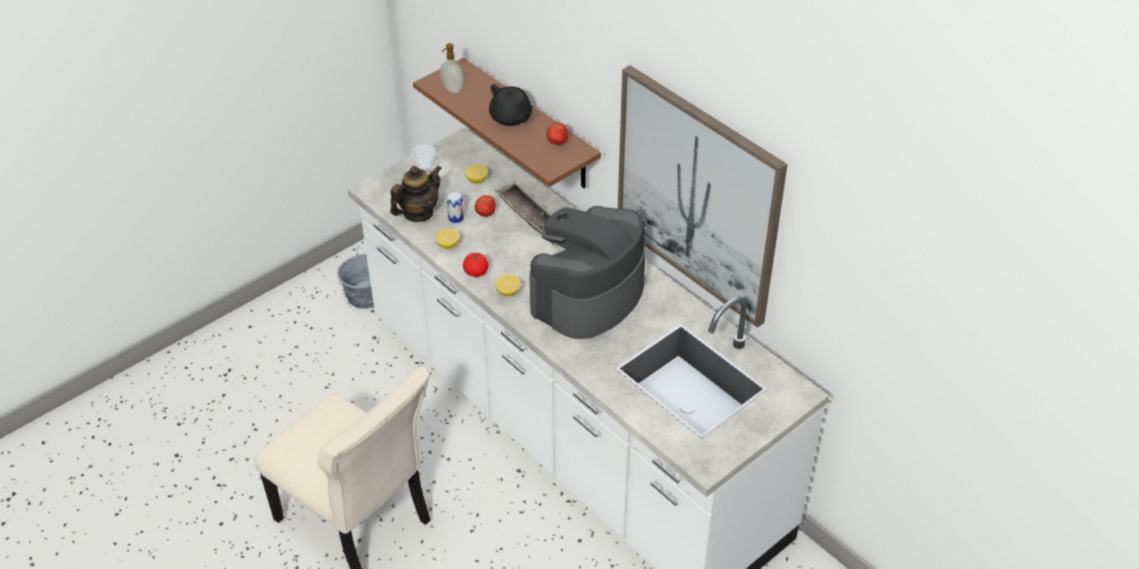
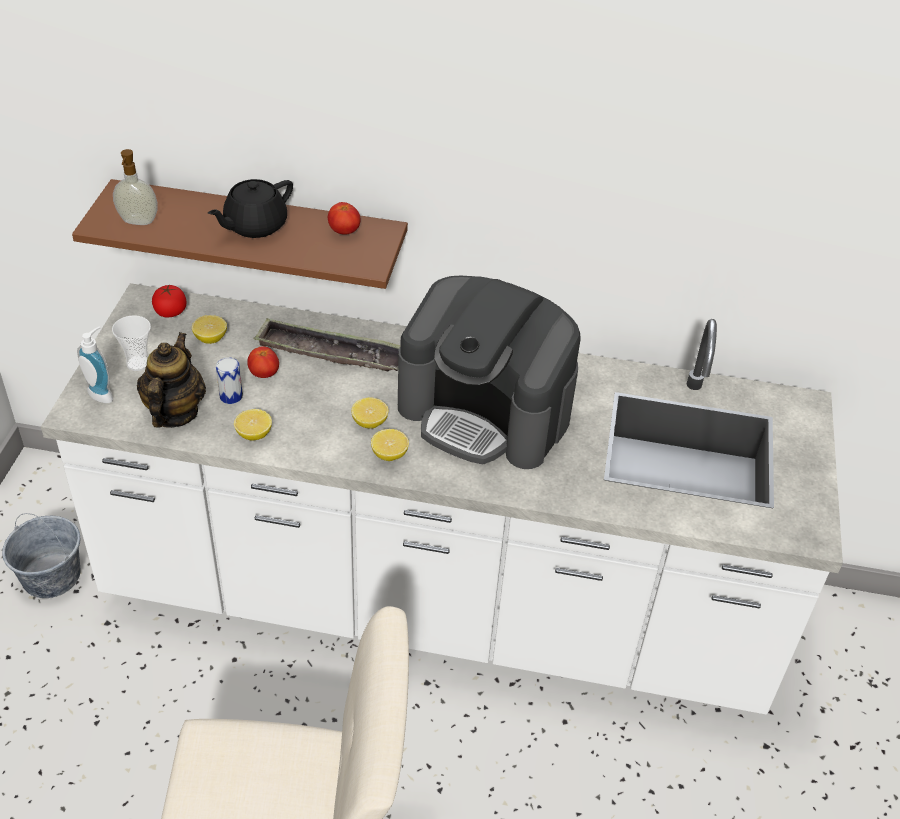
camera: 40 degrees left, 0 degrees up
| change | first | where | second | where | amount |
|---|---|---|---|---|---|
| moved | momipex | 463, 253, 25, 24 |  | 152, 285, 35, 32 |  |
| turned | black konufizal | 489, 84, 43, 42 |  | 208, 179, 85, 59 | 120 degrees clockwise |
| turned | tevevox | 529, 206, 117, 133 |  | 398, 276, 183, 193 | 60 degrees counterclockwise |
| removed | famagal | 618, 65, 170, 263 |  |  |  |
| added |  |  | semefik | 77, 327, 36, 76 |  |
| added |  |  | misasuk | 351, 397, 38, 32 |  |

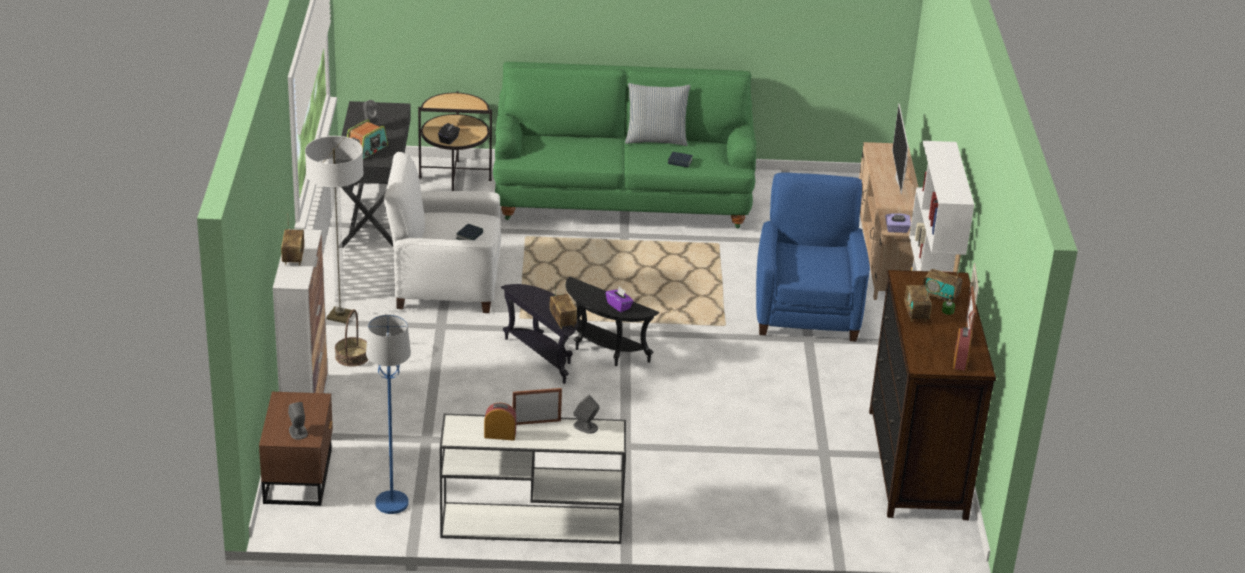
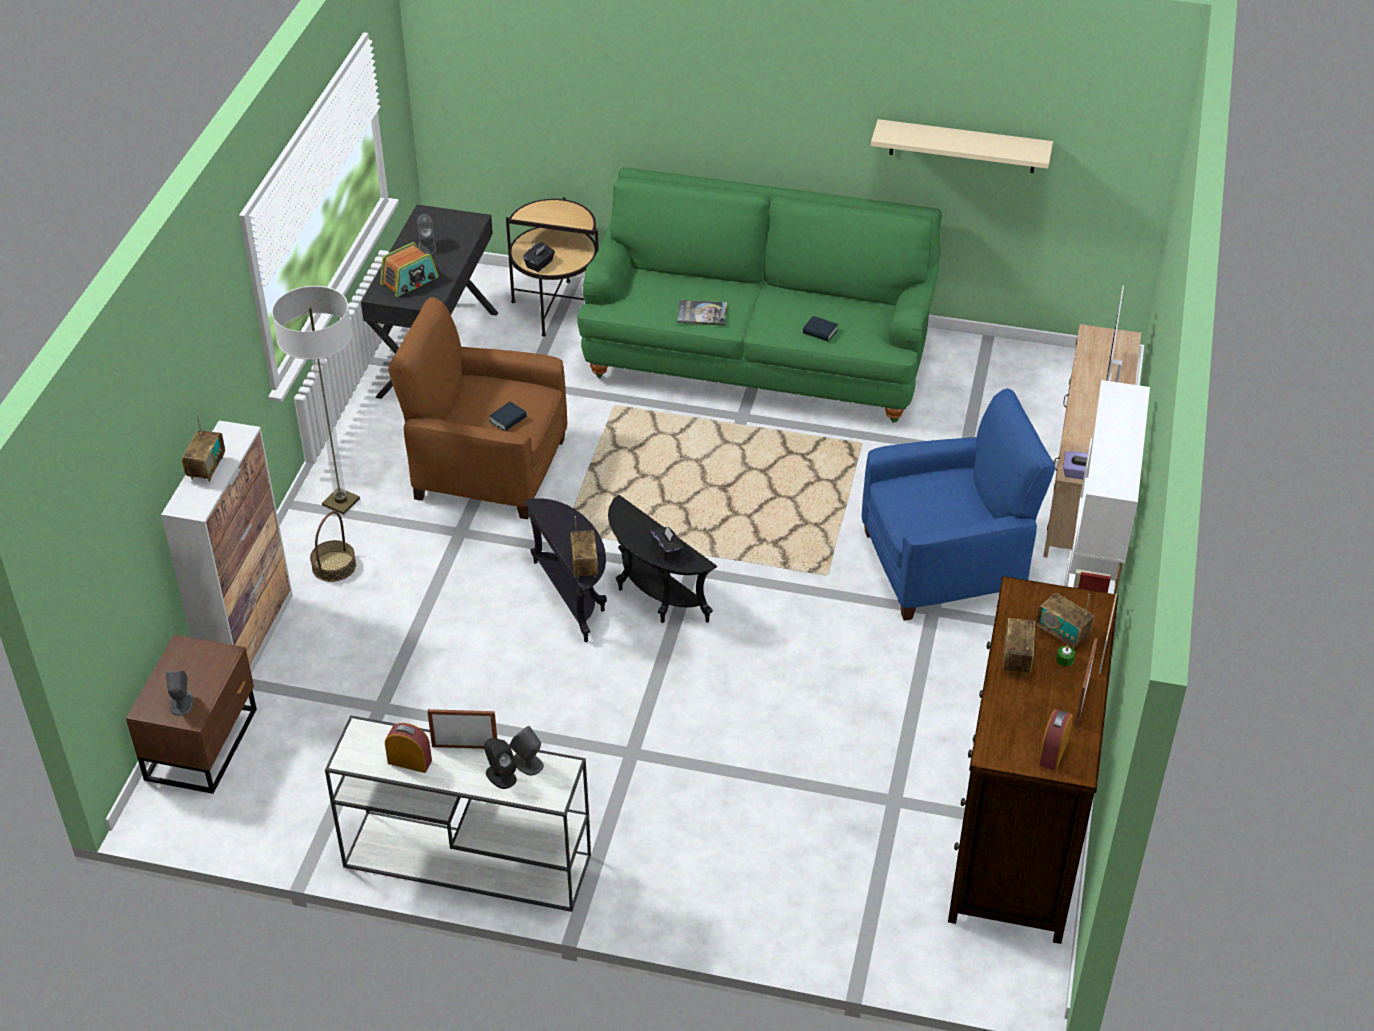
camera: 15 degrees right, 10 degrees up
| change | first | where | second | where | amount |
|---|---|---|---|---|---|
| removed | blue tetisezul | 366, 315, 45, 199 |  |  |  |
| recoloured | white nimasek | 384, 152, 117, 161 | brown nimasek | 388, 297, 179, 222 |  |
| recoloured | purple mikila | 606, 287, 27, 25 | black mikila | 650, 525, 34, 36 |  |
| removed | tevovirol | 625, 83, 66, 63 |  |  |  |
| turned | blue nimasek | 756, 173, 114, 169 |  | 862, 389, 193, 232 | 60 degrees clockwise |
| added |  |  | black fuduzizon | 484, 738, 33, 51 |  |
| added |  |  | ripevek | 677, 300, 50, 26 |  |
| added |  |  | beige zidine | 871, 119, 182, 54 |  |

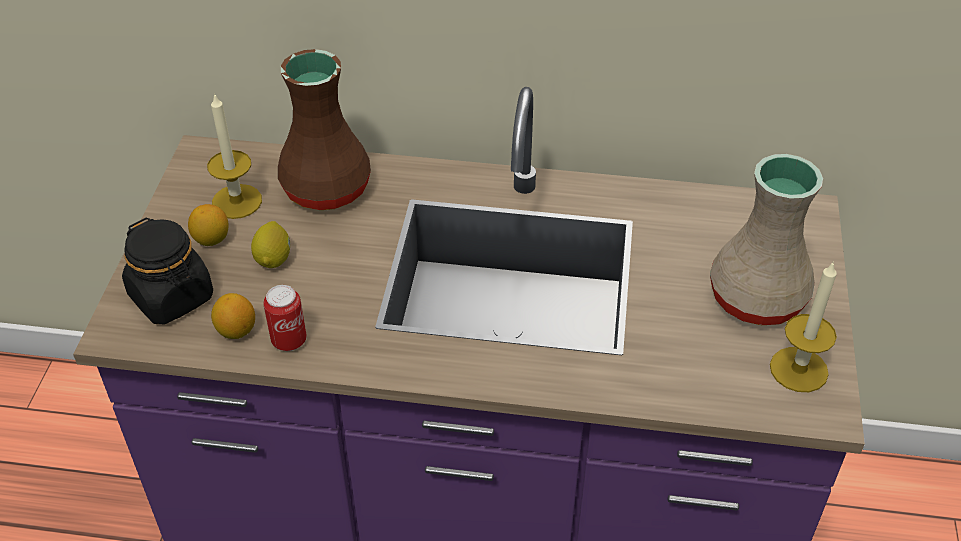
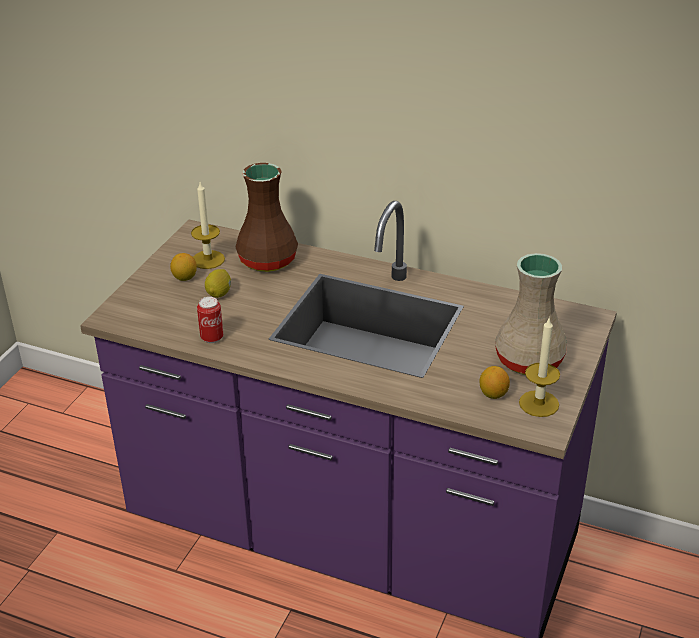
camera: 15 degrees right, 10 degrees down
| change | first | where | second | where | amount |
|---|---|---|---|---|---|
| removed | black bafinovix | 122, 218, 91, 106 |  |  |  |
| moved | misasuk | 211, 293, 44, 46 |  | 479, 366, 31, 33 |  |

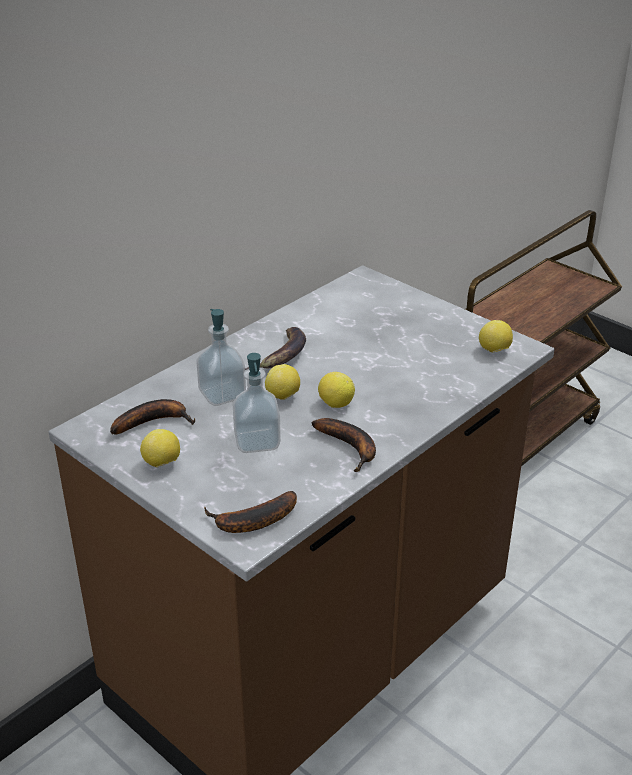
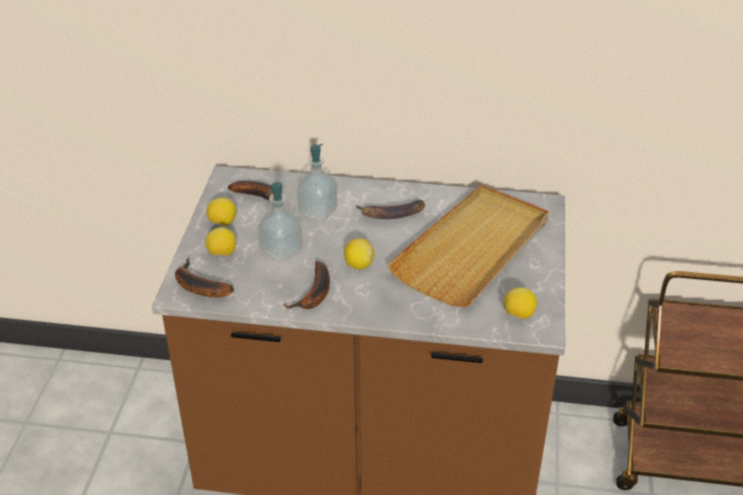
camera: 55 degrees right, 5 degrees up
| change | first | where | second | where | amount |
|---|---|---|---|---|---|
| moved | misasuk | 265, 364, 35, 36 |  | 205, 227, 31, 29 |  |
| added |  |  | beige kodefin | 387, 184, 162, 123 |  |

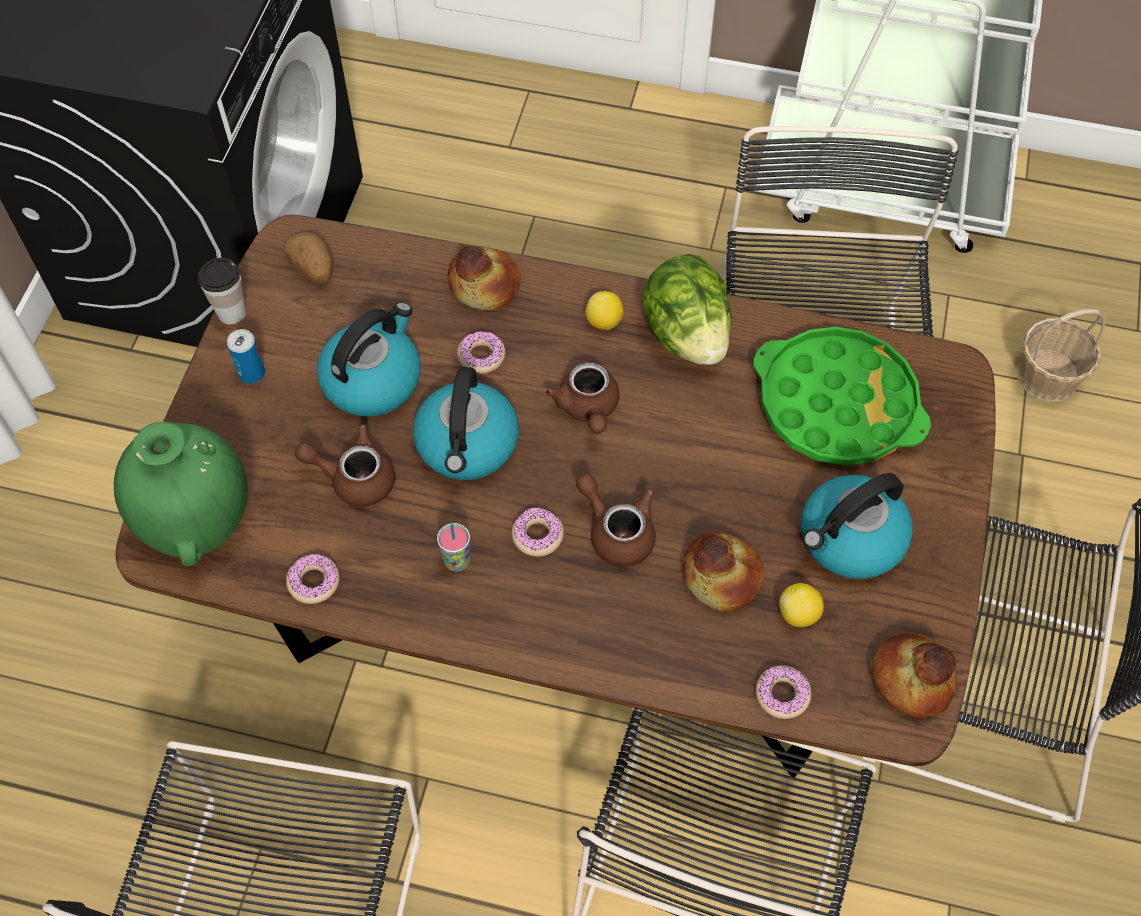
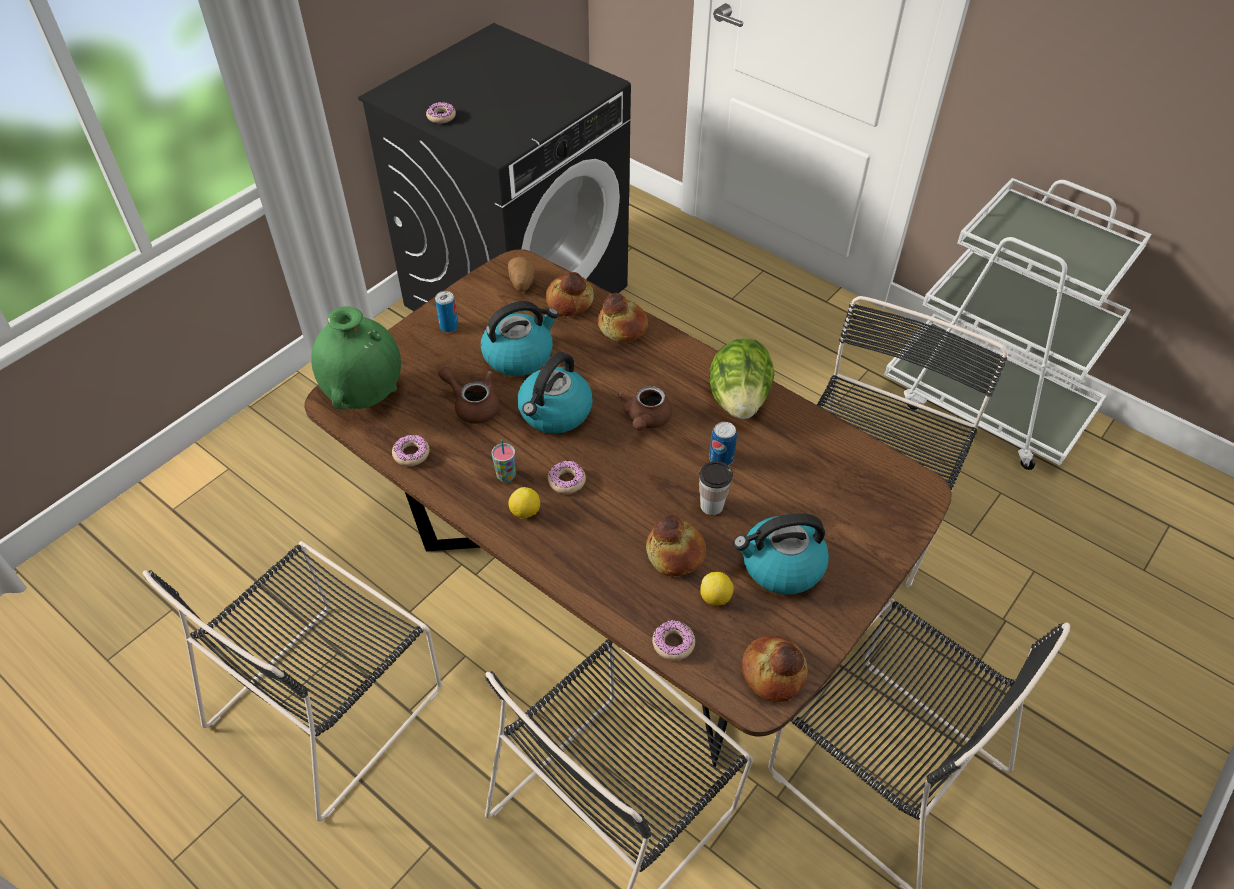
camera: 25 degrees right, 10 degrees down
| change | first | where | second | where | amount |
|---|---|---|---|---|---|
| moved | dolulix | 198, 258, 48, 67 |  | 699, 461, 34, 54 |  |
| moved | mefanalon | 457, 331, 48, 43 |  | 426, 102, 30, 21 |  |
| removed | brown konufizal | 576, 473, 80, 93 |  |  |  |
| moved | misasuk | 585, 291, 39, 39 |  | 508, 487, 32, 32 |  |
| removed | green kodefin | 753, 327, 178, 139 |  |  |  |
| removed | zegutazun | 1017, 309, 89, 93 |  |  |  |
| added |  |  | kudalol | 545, 272, 49, 44 |  |
| added |  |  | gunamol | 709, 422, 28, 44 |  |

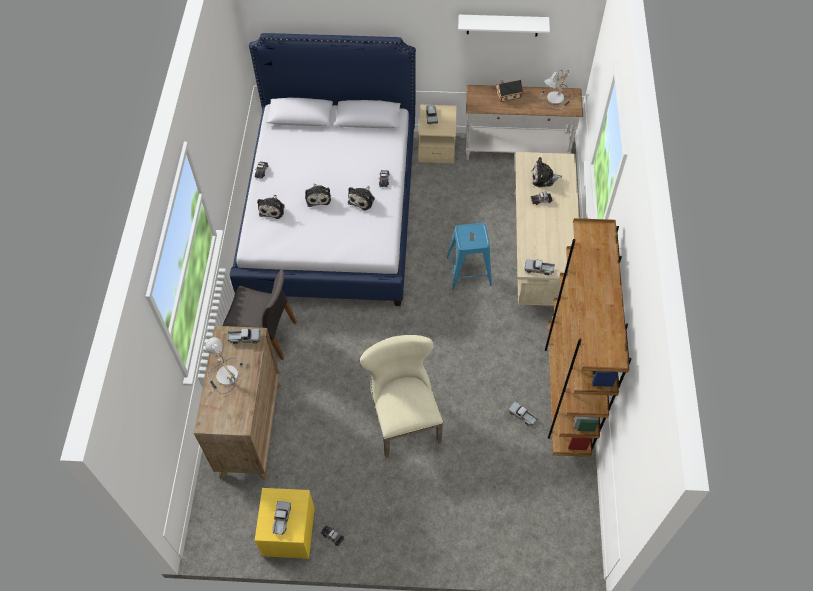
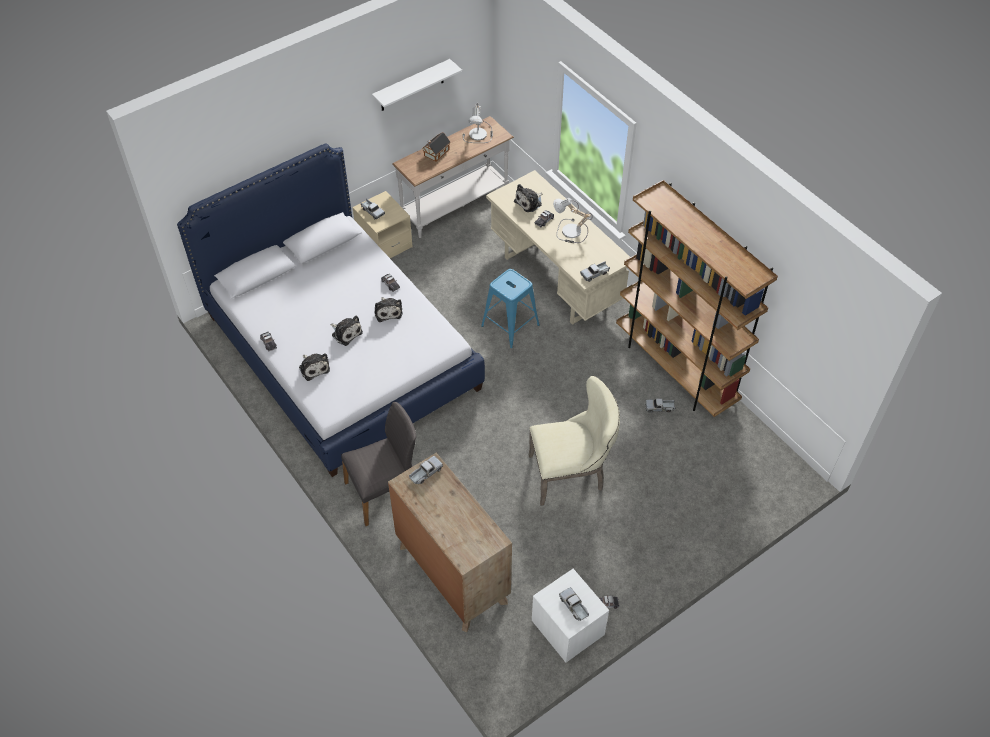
camera: 40 degrees left, 5 degrees down
| change | first | where | second | where | amount |
|---|---|---|---|---|---|
| moved | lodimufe | 205, 337, 38, 57 |  | 553, 198, 40, 45 |  |
| recoloured | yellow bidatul | 255, 488, 60, 71 | white bidatul | 532, 569, 77, 93 |  |
| turned | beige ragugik | 360, 335, 83, 123 |  | 529, 376, 91, 130 | 135 degrees clockwise |

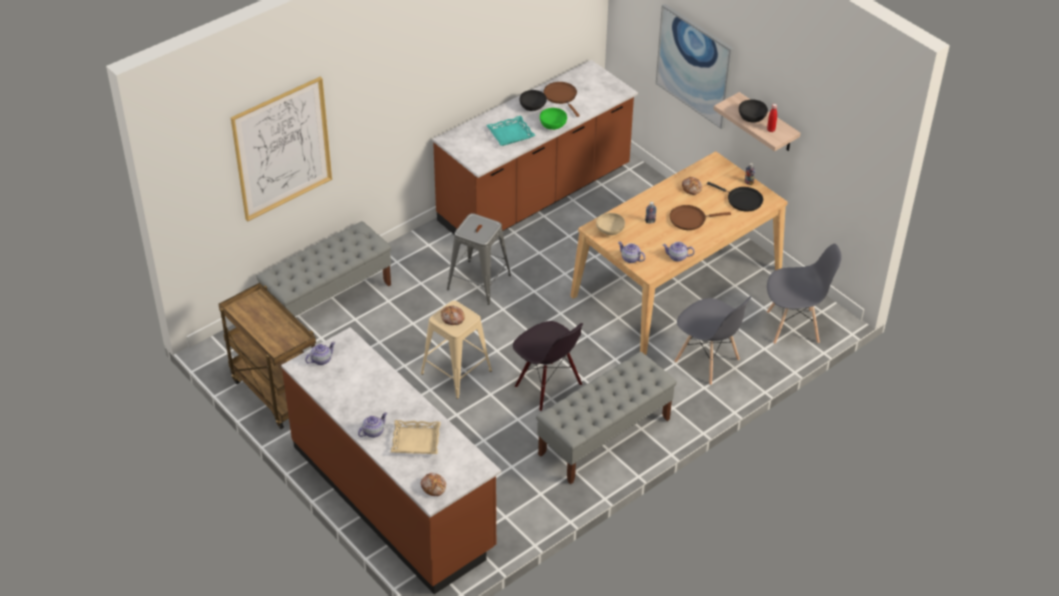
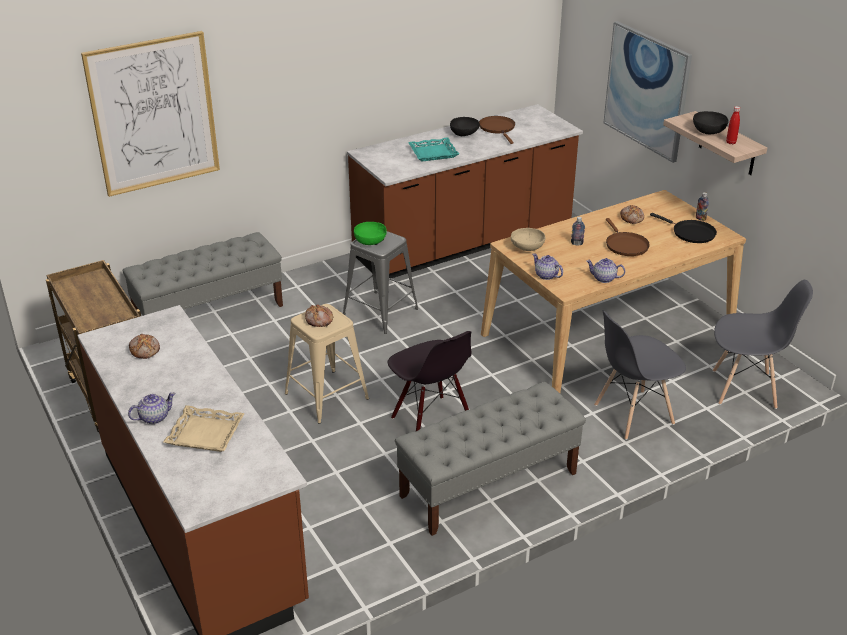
camera: 10 degrees right, 10 degrees down
| change | first | where | second | where | amount |
|---|---|---|---|---|---|
| removed | konufizal | 305, 342, 31, 23 |  |  |  |
| moved | kudalol | 421, 473, 25, 23 |  | 129, 334, 31, 25 |  |
| moved | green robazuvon | 540, 108, 27, 22 |  | 354, 222, 33, 23 |  |
| turned | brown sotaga | 670, 205, 61, 25 |  | 606, 218, 44, 38 | 105 degrees counterclockwise |
| turned | grey ragugik | 674, 296, 78, 89 |  | 594, 310, 92, 130 | 105 degrees clockwise |

